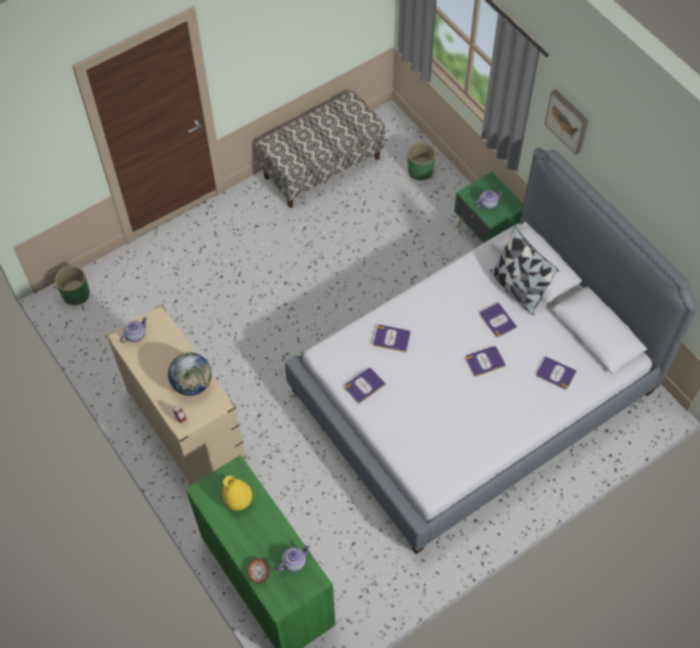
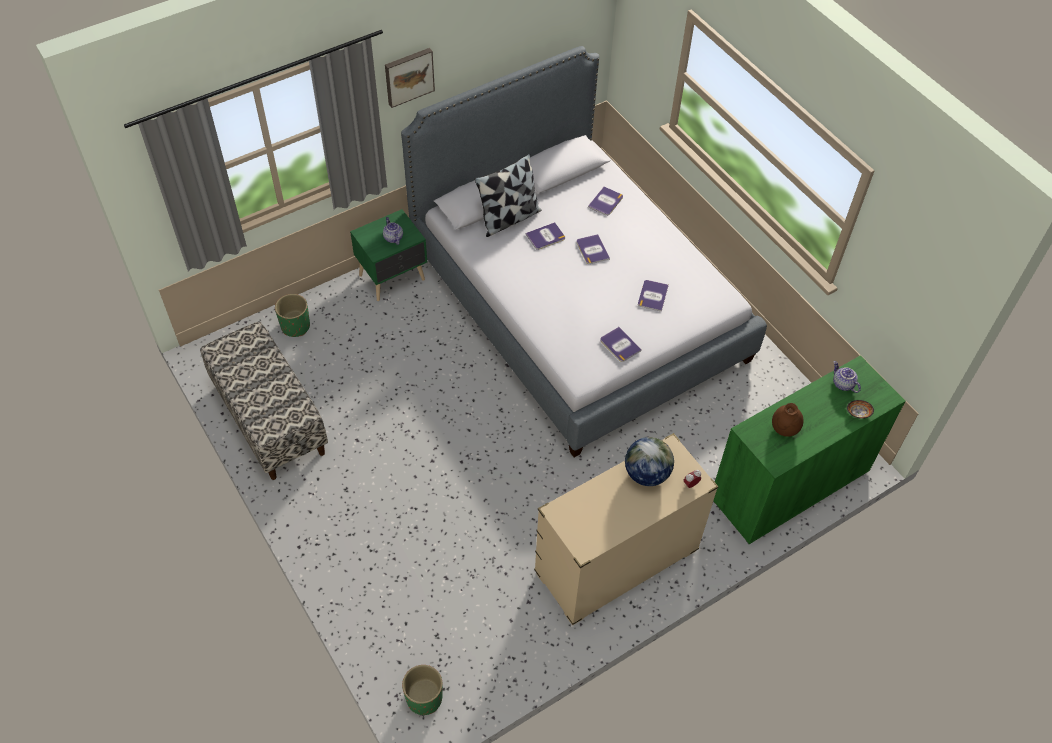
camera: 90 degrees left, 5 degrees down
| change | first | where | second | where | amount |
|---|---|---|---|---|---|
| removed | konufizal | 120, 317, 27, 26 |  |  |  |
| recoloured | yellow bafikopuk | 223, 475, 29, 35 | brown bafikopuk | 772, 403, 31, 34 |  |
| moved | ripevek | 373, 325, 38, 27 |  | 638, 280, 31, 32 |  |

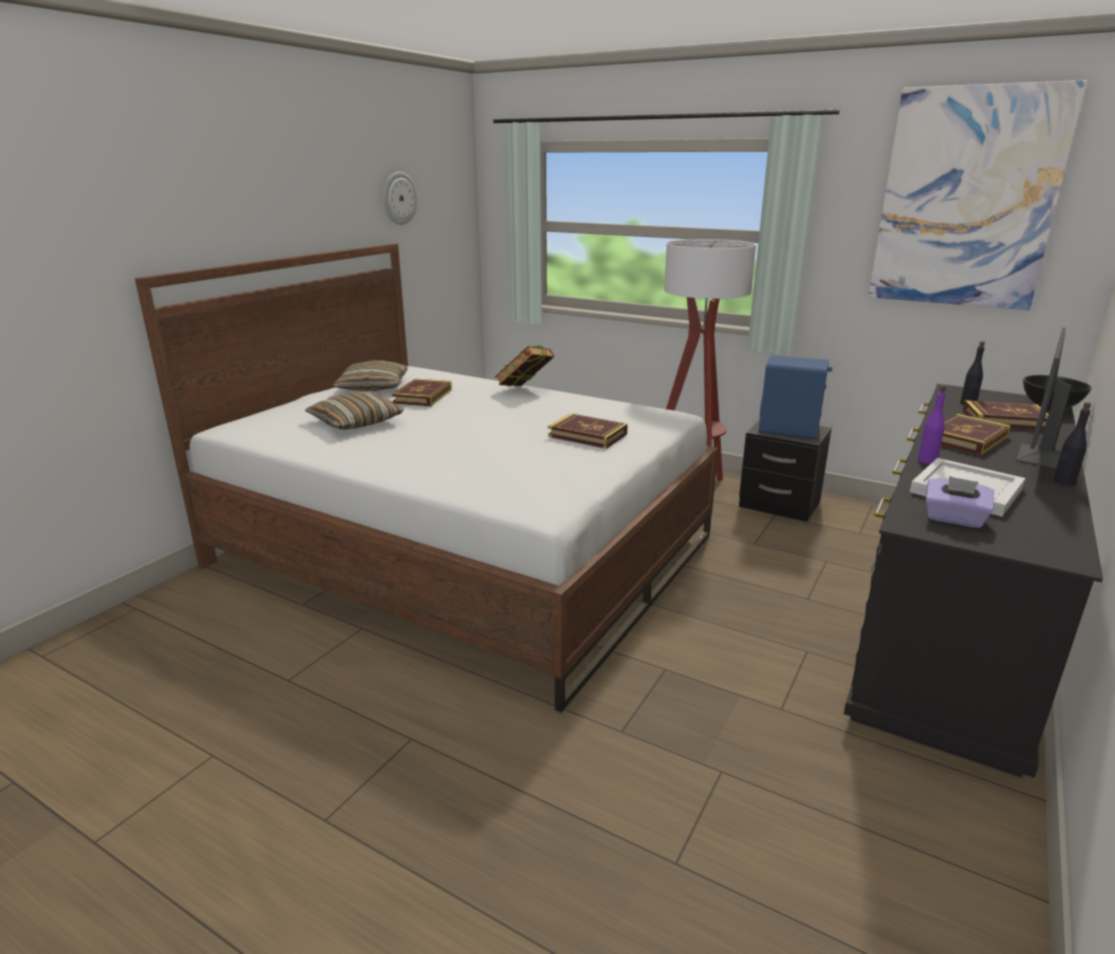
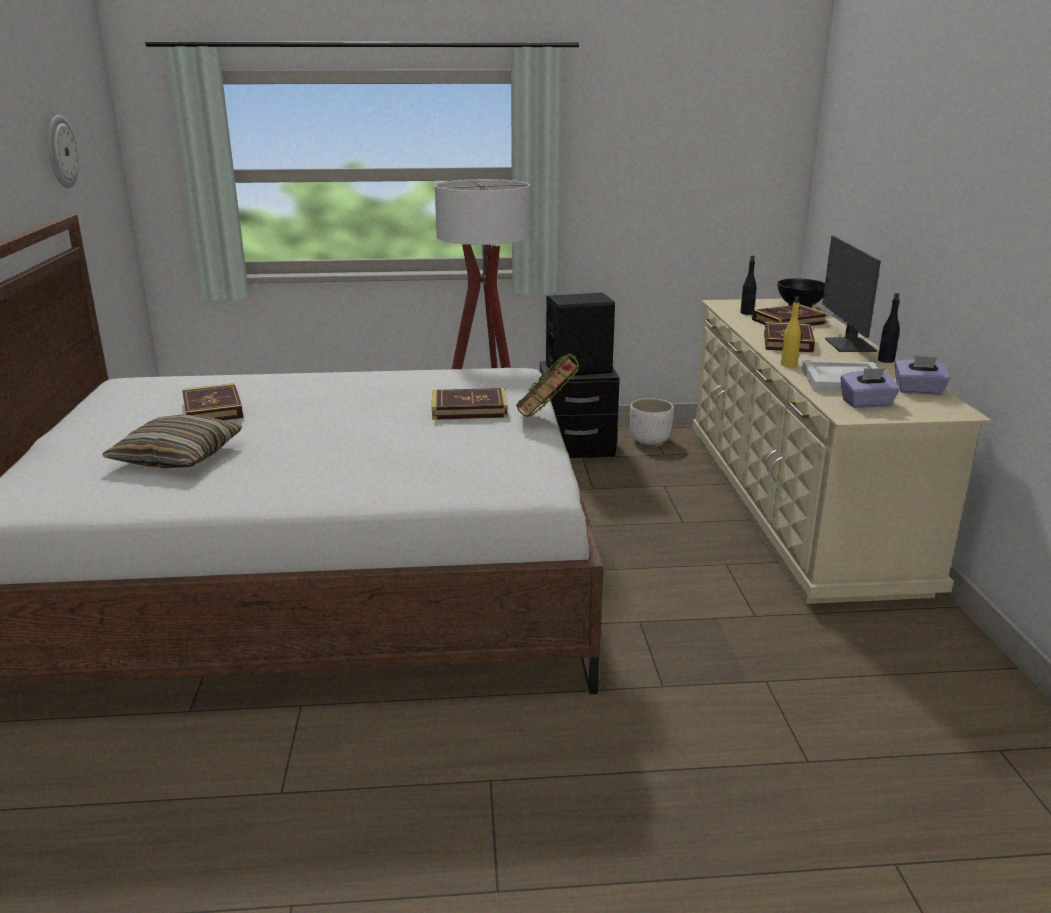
camera: 35 degrees left, 0 degrees up
| change | first | where | second | where | amount |
|---|---|---|---|---|---|
| removed | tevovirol | 333, 360, 75, 31 |  |  |  |
| moved | ripevek | 495, 345, 60, 42 |  | 516, 353, 63, 64 |  |
| recoloured | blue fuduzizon | 758, 355, 75, 84 | black fuduzizon | 546, 292, 69, 84 |  |
| recoloured | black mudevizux | 844, 384, 259, 394 | beige mudevizux | 692, 299, 299, 305 |  |
| removed | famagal | 868, 80, 220, 230 |  |  |  |
| recoloured | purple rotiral | 918, 385, 28, 79 | yellow rotiral | 781, 296, 20, 71 |  |
| added |  |  | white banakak | 630, 398, 44, 47 |  |
| added |  |  | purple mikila | 895, 356, 55, 39 |  |

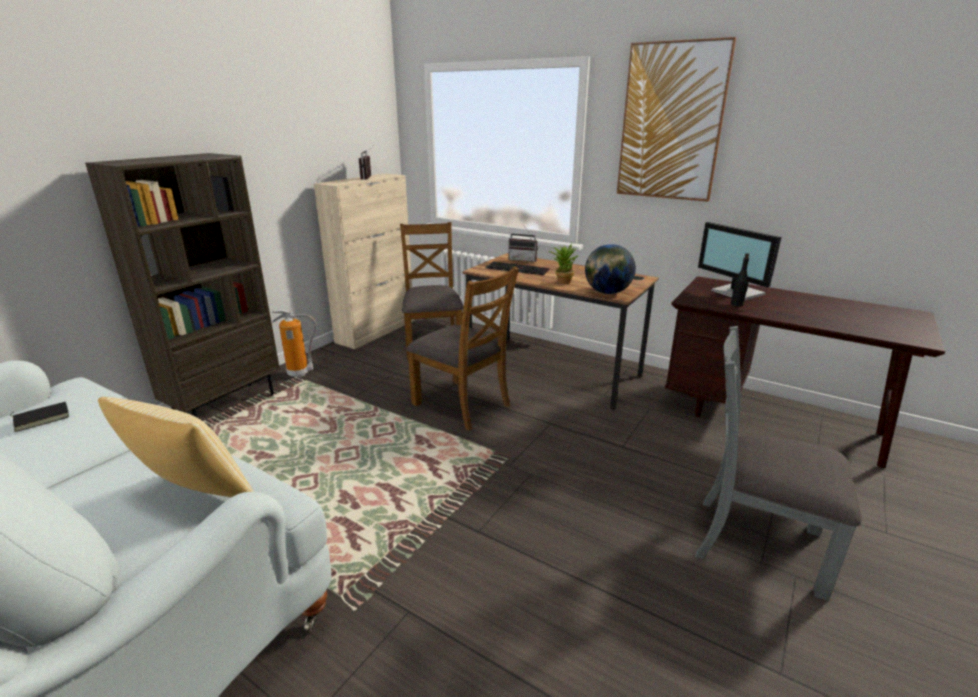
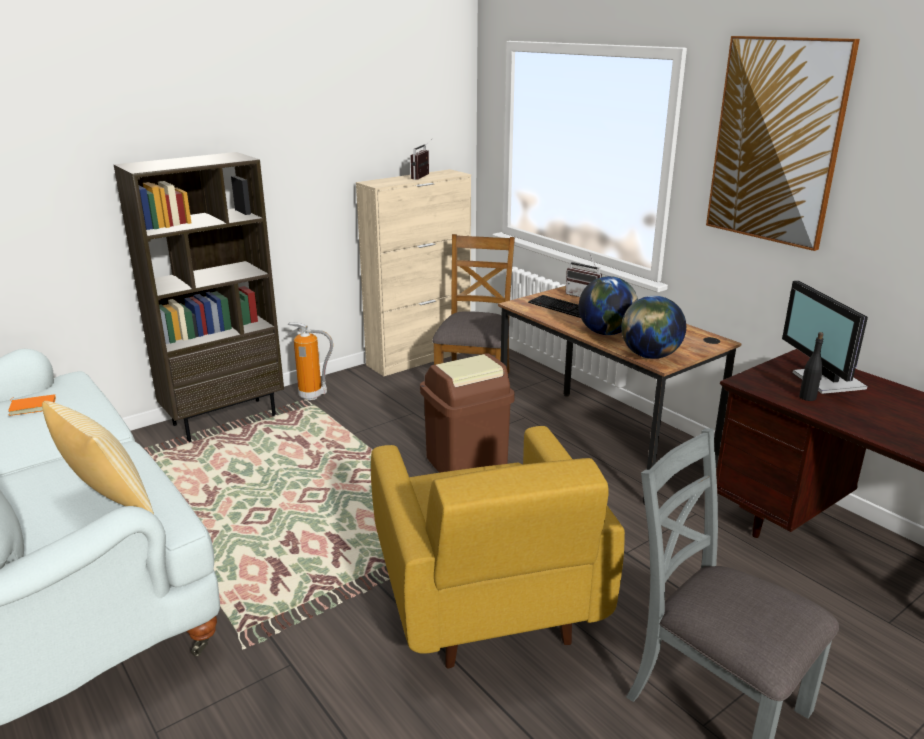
camera: 20 degrees right, 0 degrees up
| change | first | where | second | where | amount |
|---|---|---|---|---|---|
| recoloured | black ripevek | 10, 402, 59, 30 | orange ripevek | 8, 395, 48, 21 |  |
| replaced | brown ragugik | 407, 266, 112, 164 | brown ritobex | 420, 353, 95, 120 |  |
| replaced | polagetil | 548, 244, 31, 40 | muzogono | 579, 276, 59, 59 |  |
| added |  |  | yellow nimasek | 371, 426, 254, 242 |  |

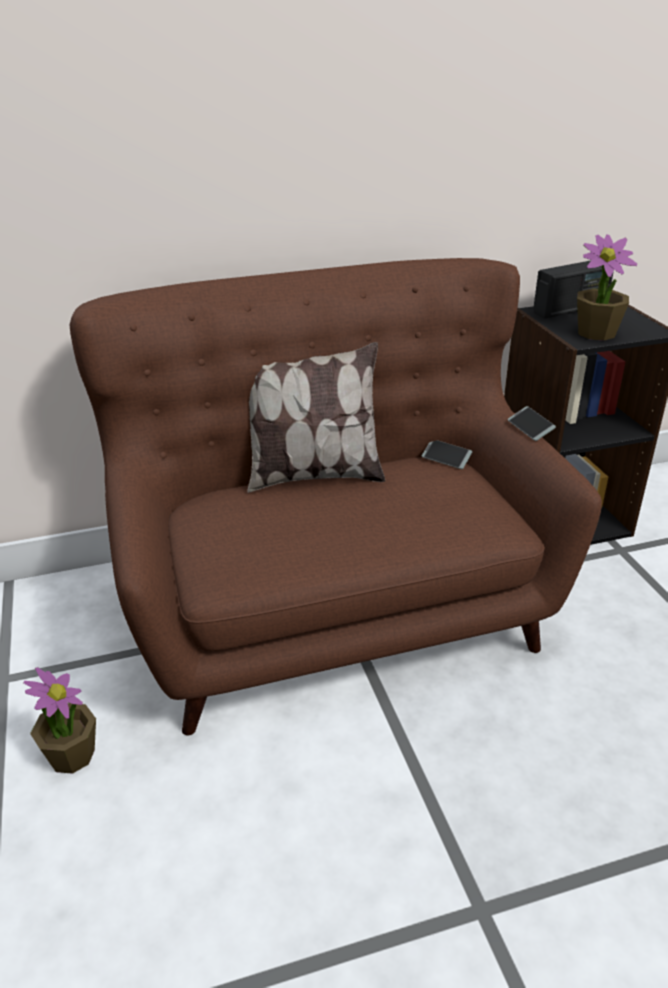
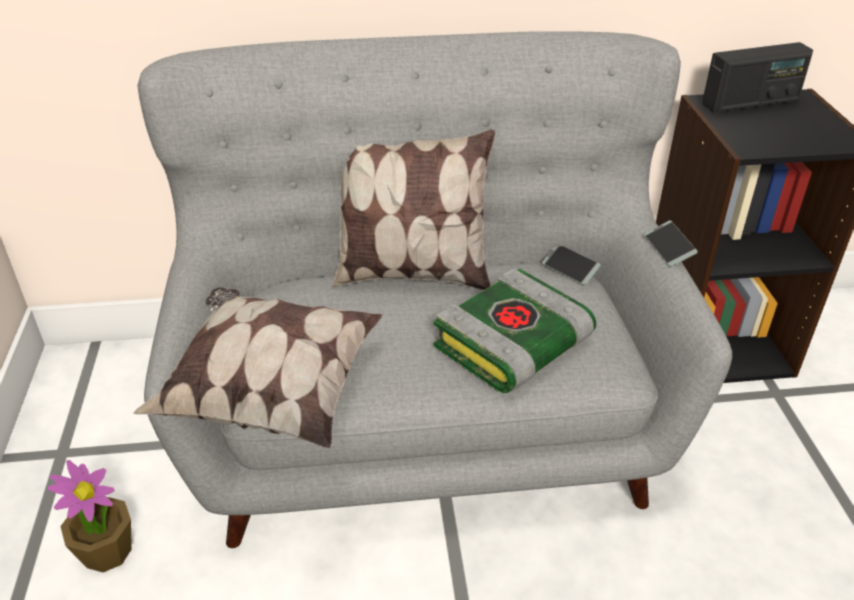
camera: 10 degrees right, 5 degrees up
| change | first | where | second | where | amount |
|---|---|---|---|---|---|
| recoloured | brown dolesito | 70, 258, 532, 477 | grey dolesito | 138, 31, 594, 517 |  |
| removed | polagetil | 577, 235, 60, 106 |  |  |  |
| added |  |  | tevovirol | 133, 287, 249, 161 |  |
| added |  |  | ripevek | 434, 269, 162, 124 |  |

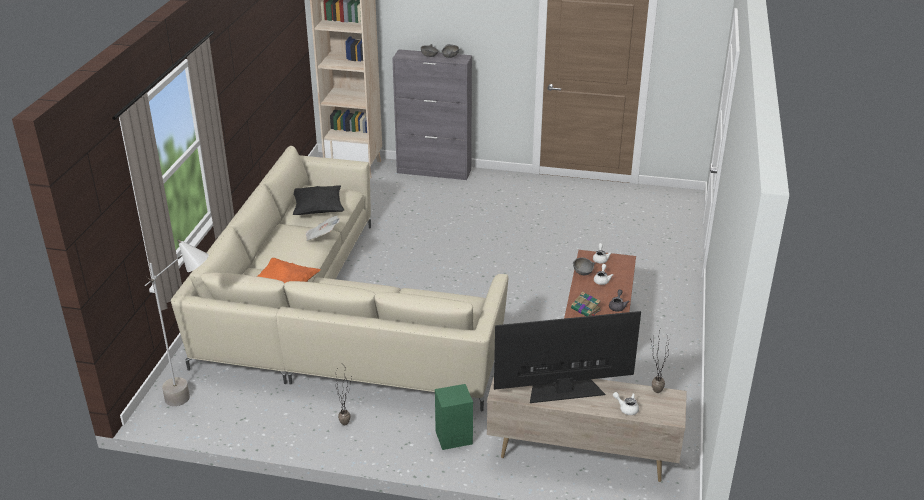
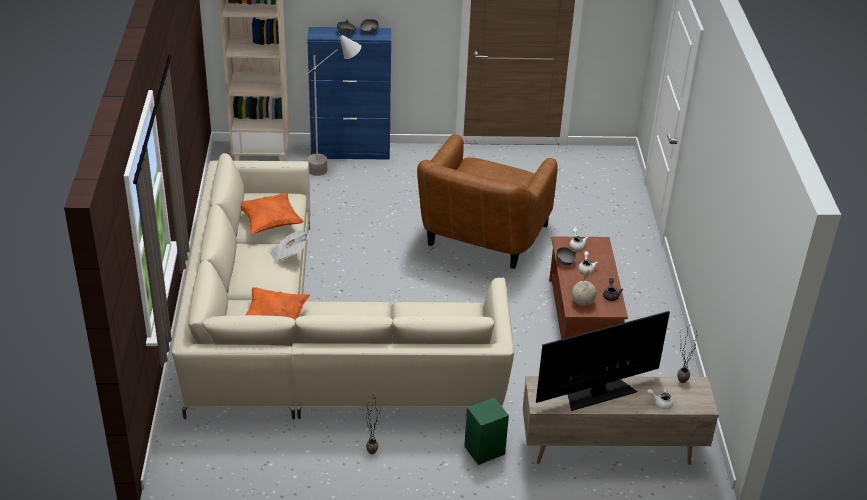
camera: 15 degrees left, 5 degrees up
| change | first | where | second | where | amount |
|---|---|---|---|---|---|
| moved | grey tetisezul | 145, 239, 64, 167 |  | 305, 33, 56, 143 |  |
| recoloured | black tevovirol | 293, 185, 51, 30 | orange tevovirol | 241, 192, 63, 42 |  |
| recoloured | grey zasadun | 392, 49, 80, 131 | blue zasadun | 307, 27, 84, 133 |  |
| replaced | ripevek | 571, 291, 30, 25 | muzogono | 571, 271, 26, 35 |  |
| added |  |  | brown nimasek | 417, 134, 141, 135 |  |

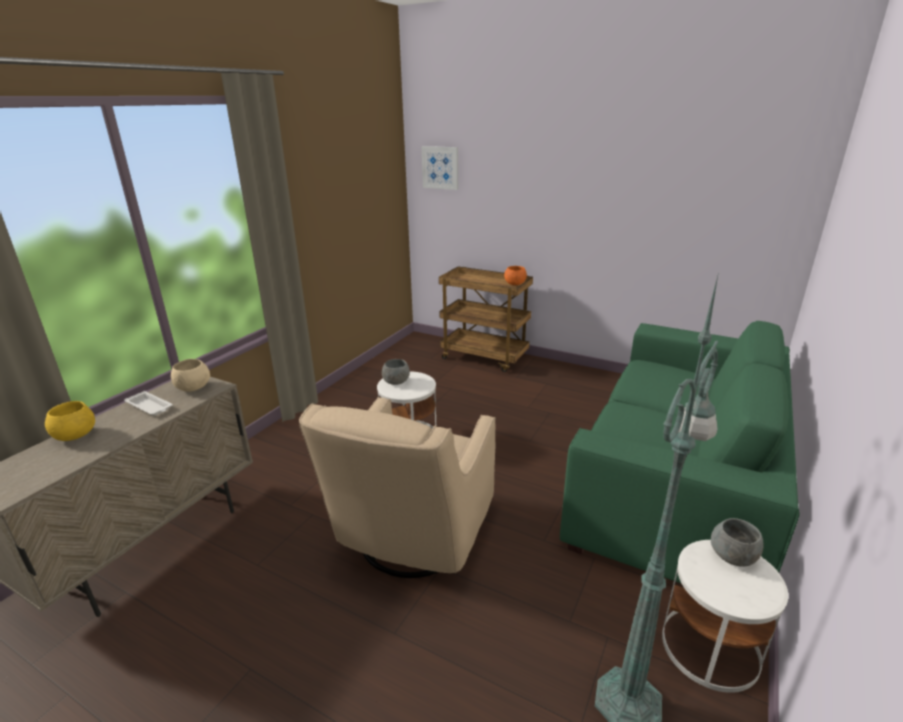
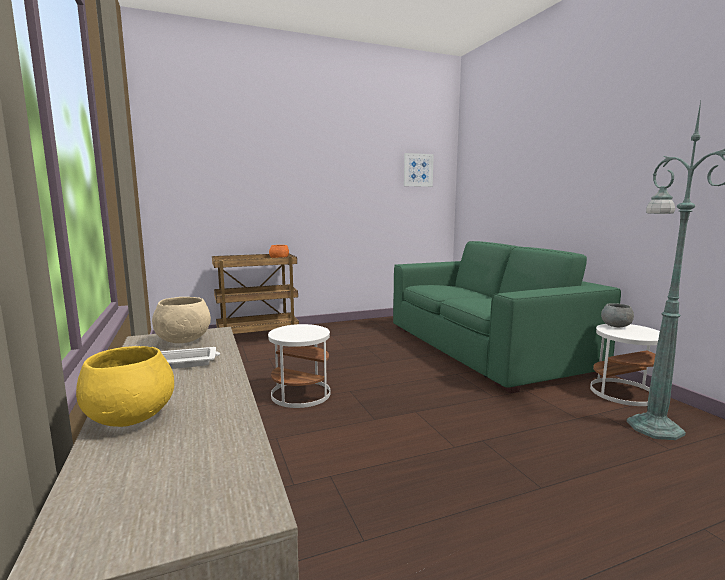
camera: 50 degrees left, 15 degrees down
| change | first | where | second | where | amount |
|---|---|---|---|---|---|
| removed | beige nimasek | 299, 397, 197, 181 |  |  |  |
| removed | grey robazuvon | 382, 359, 28, 26 |  |  |  |
| moved | famagal | 422, 146, 36, 44 |  | 404, 153, 30, 34 |  |

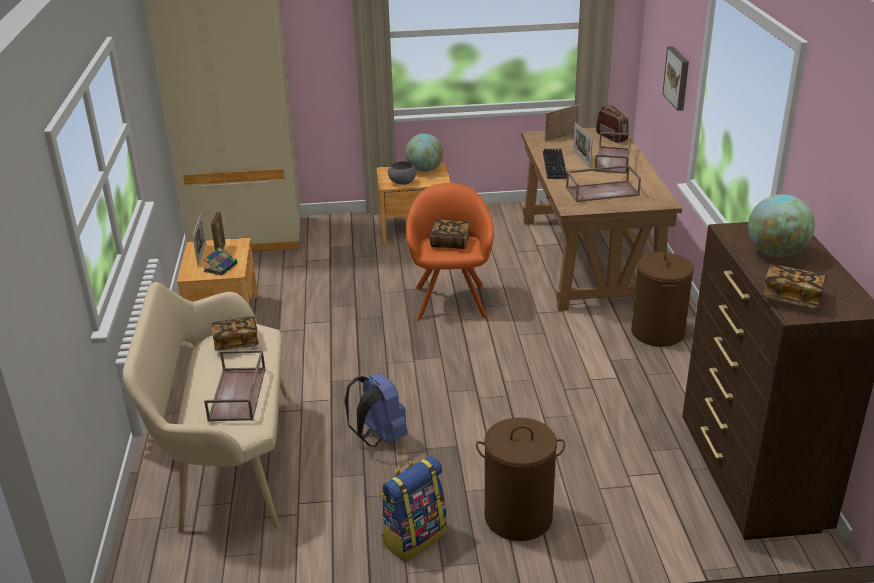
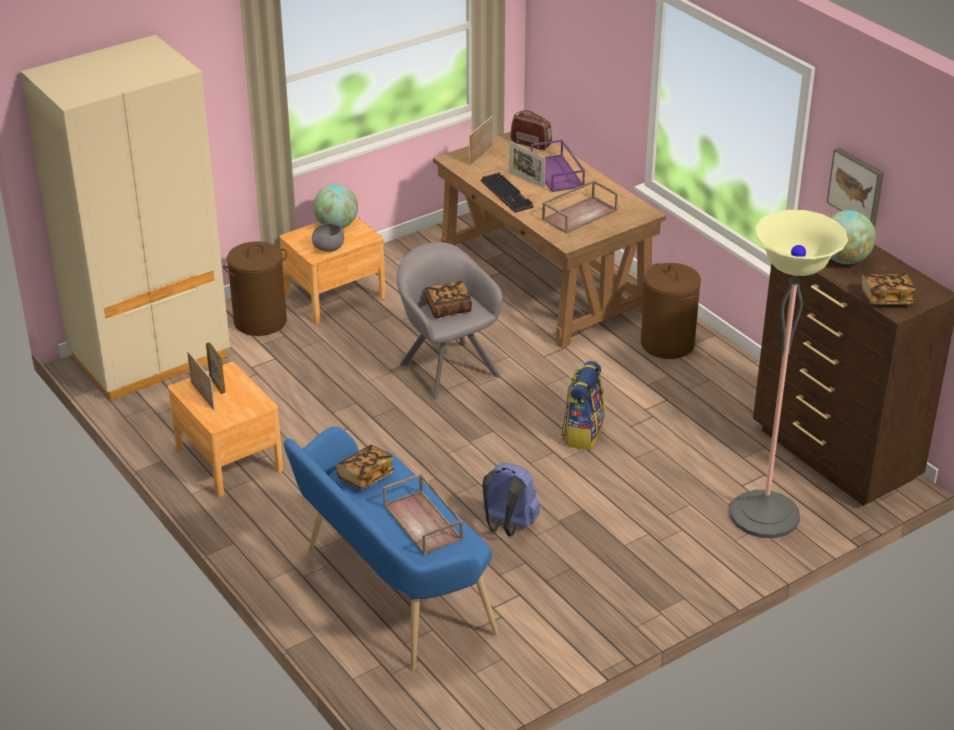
camera: 30 degrees left, 5 degrees up
| change | first | where | second | where | amount |
|---|---|---|---|---|---|
| recoloured | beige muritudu | 123, 282, 164, 250 | blue muritudu | 284, 426, 215, 244 |  |
| removed | ripevek | 203, 247, 34, 29 |  |  |  |
| moved | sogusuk | 381, 456, 66, 105 |  | 561, 361, 44, 89 |  |
| recoloured | orange nimasek | 406, 183, 88, 137 | grey nimasek | 397, 242, 106, 158 |  |
| moved | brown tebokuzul | 476, 417, 89, 124 |  | 223, 241, 64, 95 |  |
| recoloured | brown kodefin | 595, 132, 36, 42 | purple kodefin | 531, 139, 54, 53 |  |
| moved | famagal | 662, 46, 27, 65 |  | 827, 147, 57, 79 |  |
| added |  |  | tetisezul | 730, 210, 118, 328 |  |

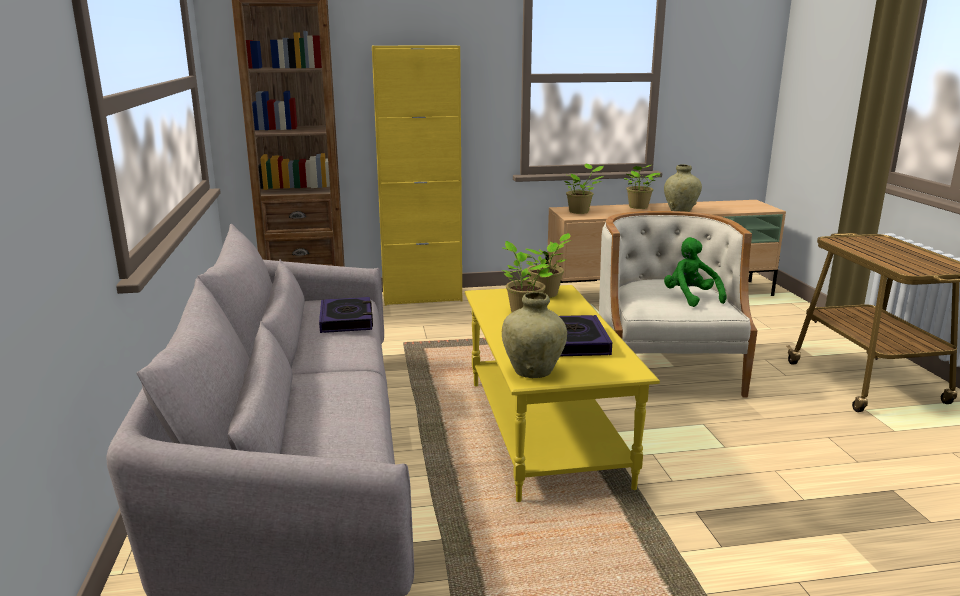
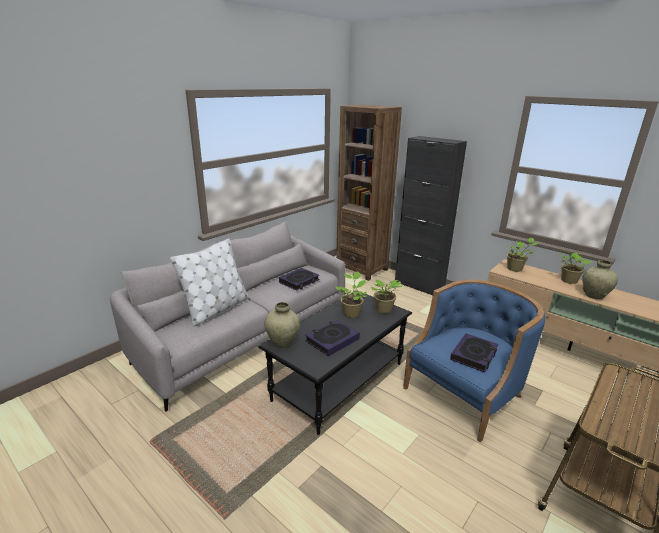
camera: 50 degrees right, 5 degrees up
| change | first | where | second | where | amount |
|---|---|---|---|---|---|
| recoloured | yellow zasadun | 372, 45, 90, 261 | black zasadun | 395, 136, 72, 159 |  |
| recoloured | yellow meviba | 465, 285, 195, 217 | black meviba | 258, 290, 154, 145 |  |
| recoloured | beige nimasek | 599, 211, 159, 186 | blue nimasek | 403, 279, 142, 164 |  |
| replaced | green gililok | 664, 237, 63, 70 | ripevek | 450, 333, 48, 40 |  |
| added |  |  | white tevovirol | 170, 238, 79, 88 |  |

